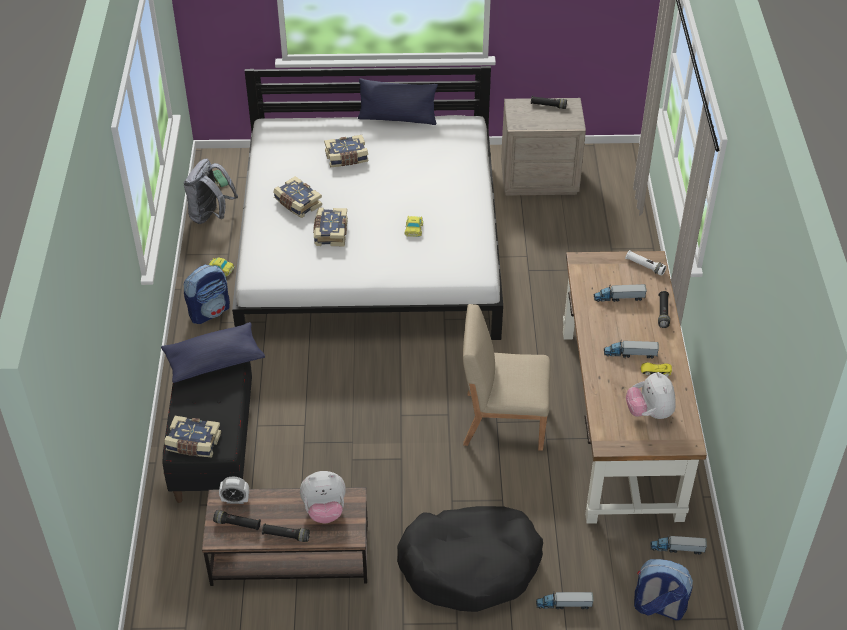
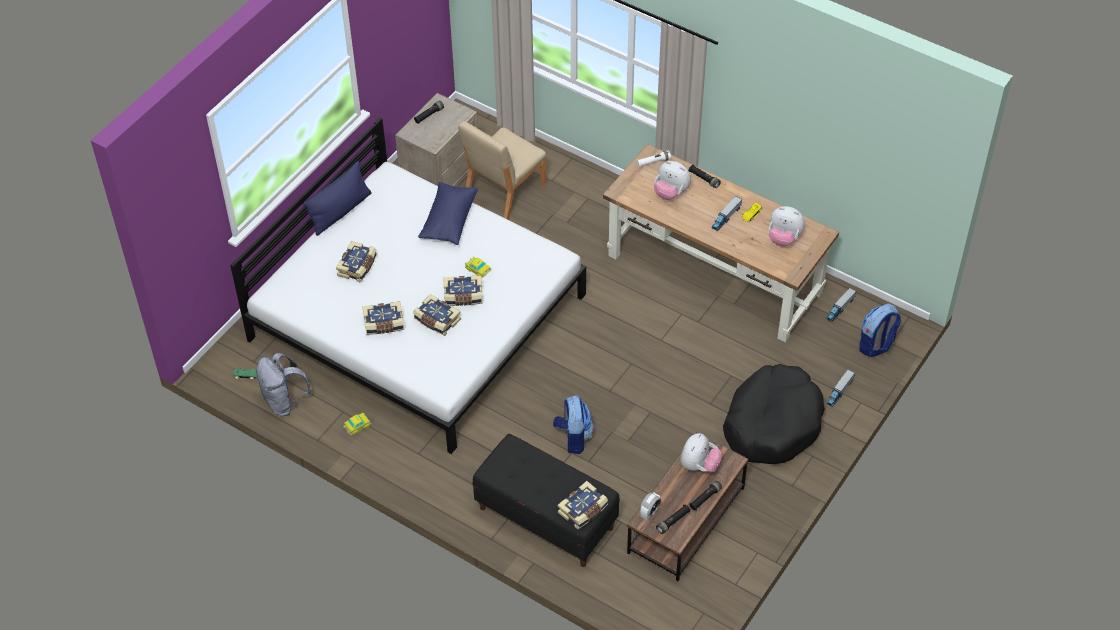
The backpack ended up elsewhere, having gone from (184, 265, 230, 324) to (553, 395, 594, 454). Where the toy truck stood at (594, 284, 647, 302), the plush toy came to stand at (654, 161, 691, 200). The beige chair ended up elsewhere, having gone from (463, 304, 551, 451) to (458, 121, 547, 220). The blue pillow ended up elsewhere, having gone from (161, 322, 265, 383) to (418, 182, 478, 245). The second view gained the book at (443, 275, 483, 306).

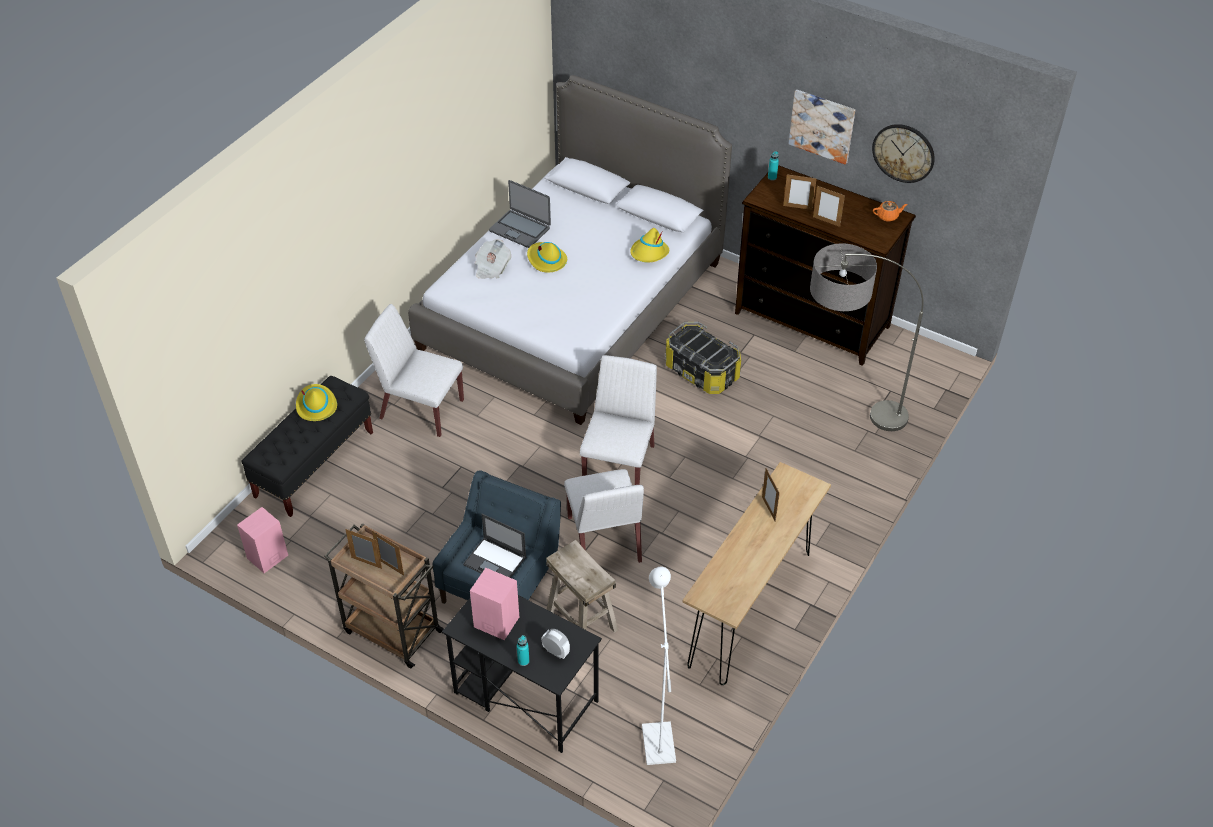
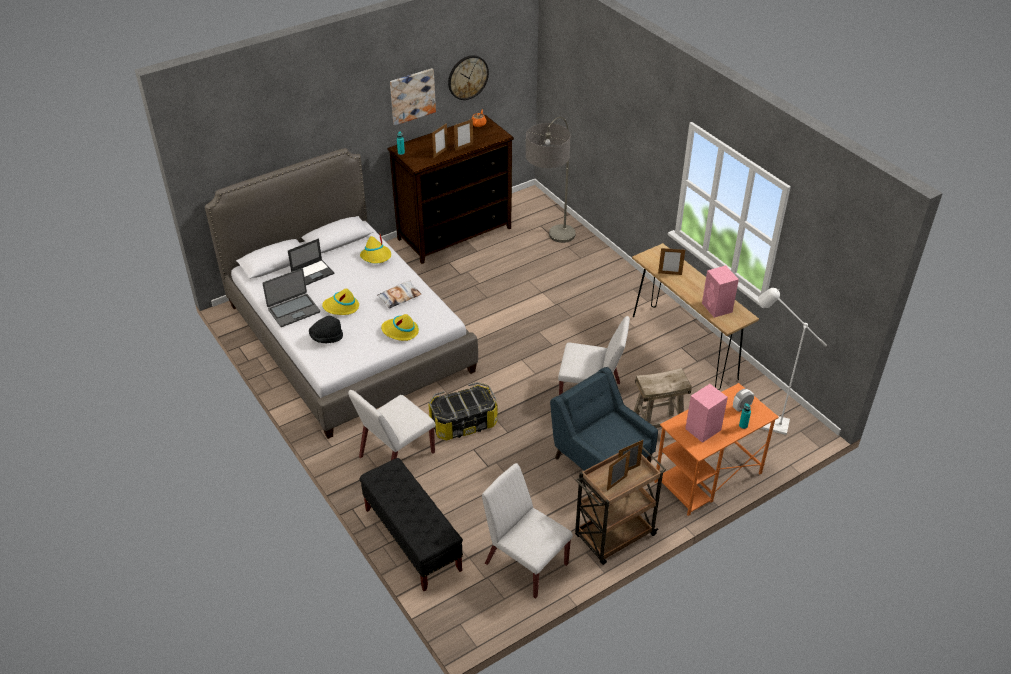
Where the newspaper stood at (475, 239, 511, 279), the black hat came to stand at (309, 316, 343, 343). The storage box ended up elsewhere, having gone from (665, 322, 741, 394) to (428, 382, 498, 440). The white chair ended up elsewhere, having gone from (580, 355, 657, 485) to (482, 463, 573, 599). The yellow hat ended up elsewhere, having gone from (296, 384, 337, 421) to (381, 314, 419, 341). The pink speaker ended up elsewhere, having gone from (237, 507, 288, 573) to (702, 265, 739, 318). The laptop ended up elsewhere, having gone from (463, 514, 526, 578) to (288, 238, 334, 285). What was the black desk at (442, 595, 602, 753) turned into the orange desk at (654, 383, 779, 516). The second view gained the pillow at (377, 281, 421, 309).

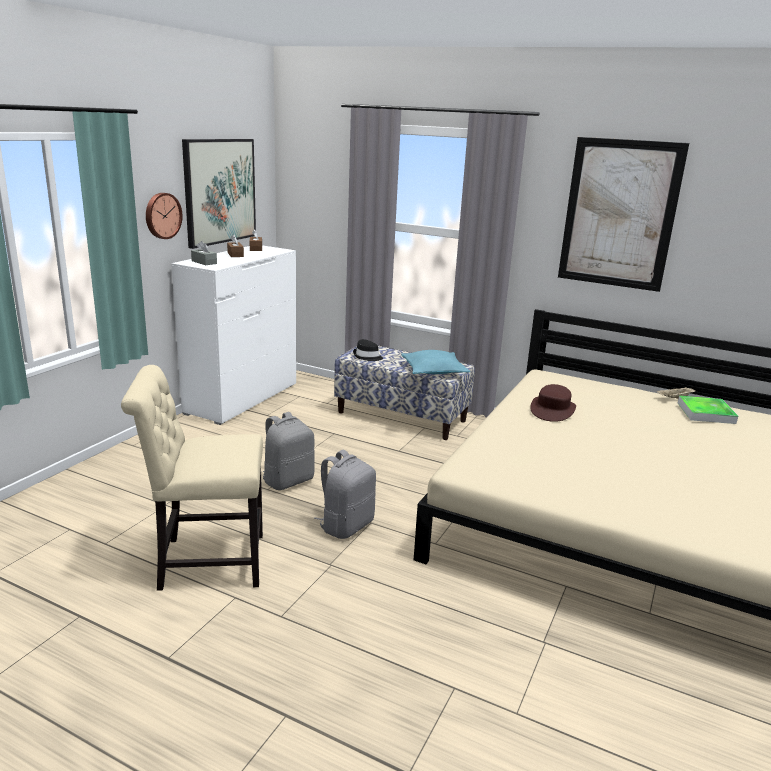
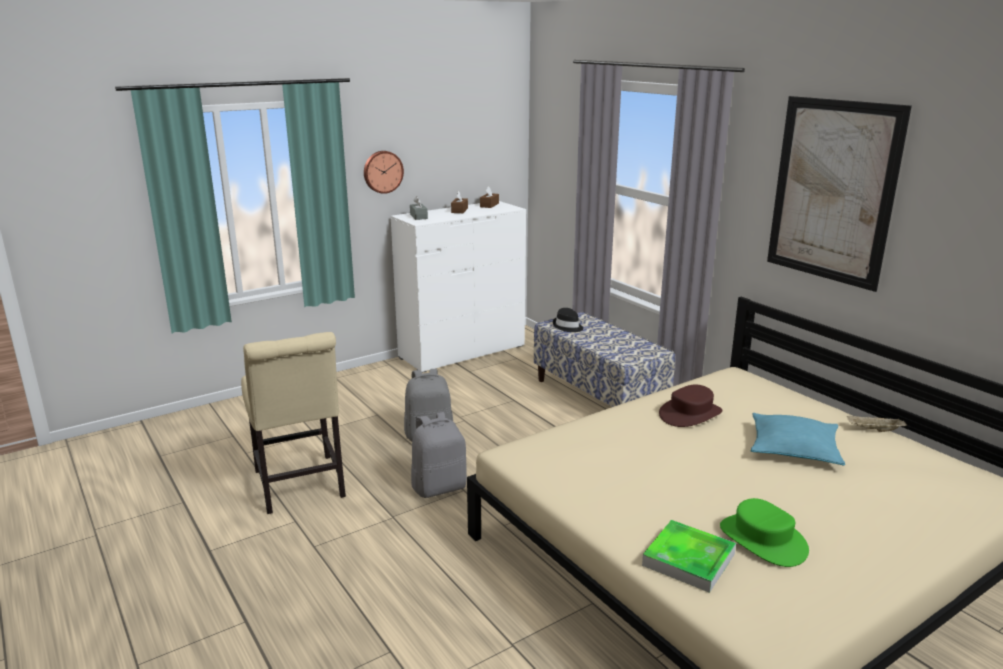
The second view lost the picture at (182, 139, 256, 249). The turquoise pillow ended up elsewhere, having gone from (401, 350, 470, 374) to (751, 413, 845, 466). The beige chair at (121, 365, 263, 591) ended up facing another way, 135 degrees counterclockwise from before. The tray ended up elsewhere, having gone from (678, 396, 738, 424) to (642, 520, 736, 593). The second view gained the green hat at (720, 498, 809, 567).

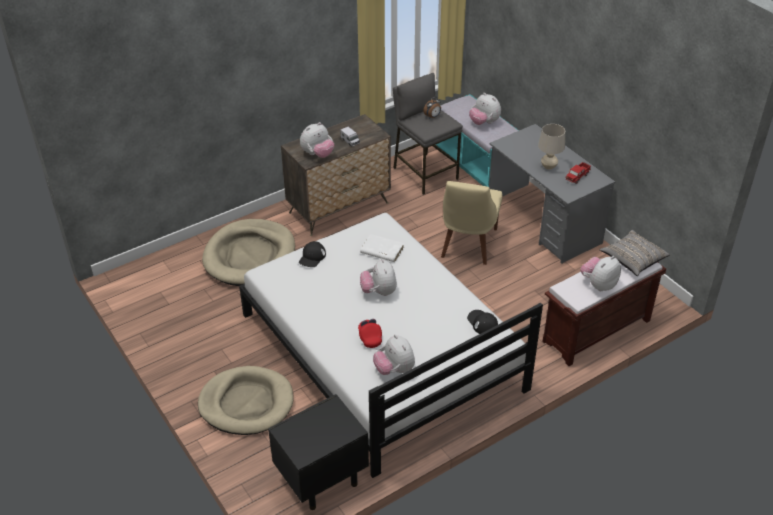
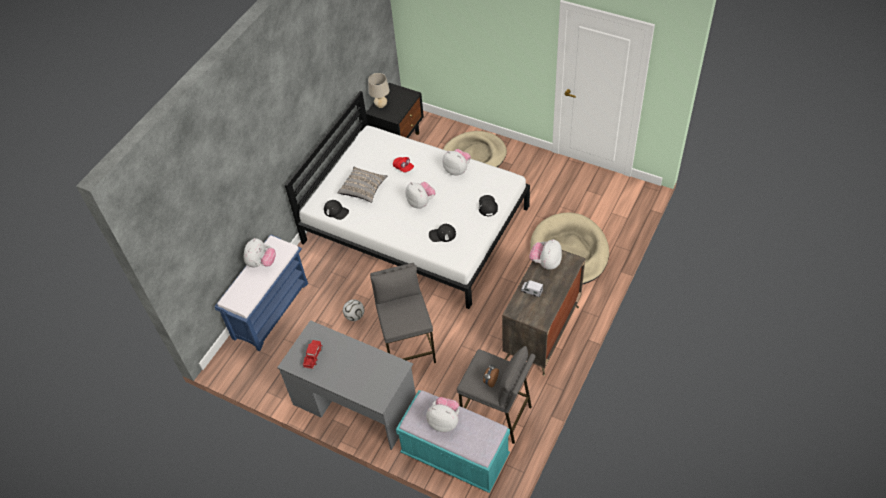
The beige table lamp ended up elsewhere, having gone from (538, 124, 565, 170) to (368, 73, 390, 108). Where the beige chair stood at (441, 181, 502, 265), the grey stool came to stand at (370, 263, 436, 363). The grey pillow ended up elsewhere, having gone from (600, 230, 670, 276) to (337, 167, 387, 203). Where the white book stood at (360, 234, 404, 262), the black cap came to stand at (429, 224, 456, 242). What was the brown bench at (542, 262, 666, 366) turned into the blue bench at (214, 234, 308, 351). The plush toy ended up elsewhere, having gone from (373, 335, 415, 375) to (442, 149, 471, 175). The second view gained the football at (343, 299, 364, 321).

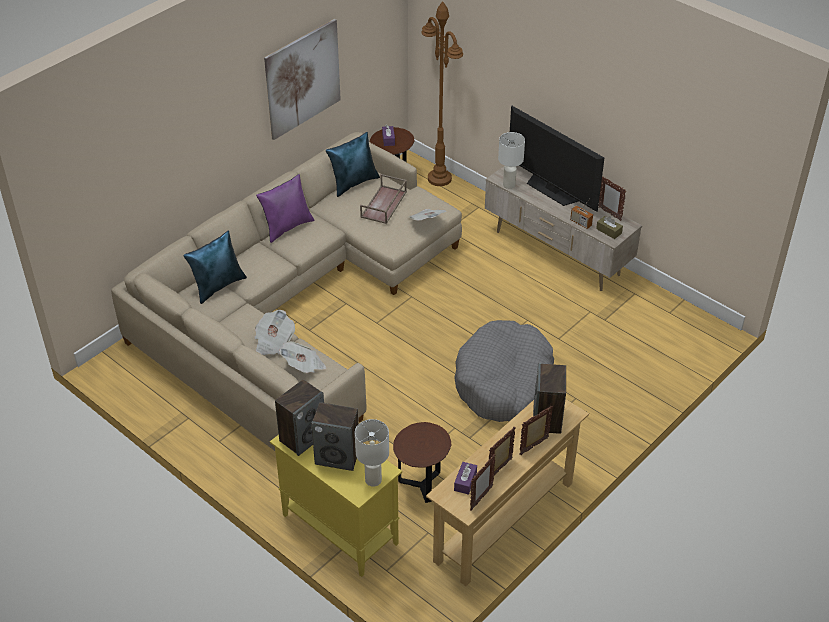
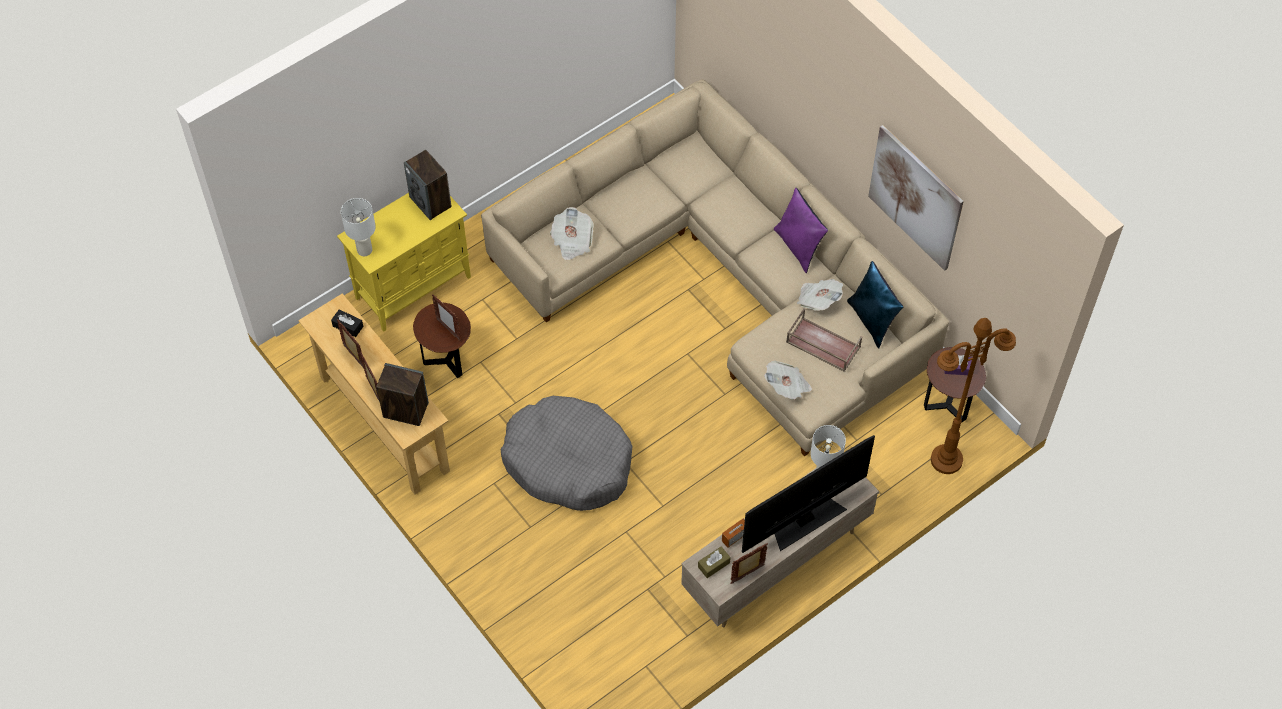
The second view lost the blue pillow at (183, 231, 247, 304). The newspaper ended up elsewhere, having gone from (254, 310, 295, 355) to (797, 279, 843, 311). The second view lost the speaker at (311, 402, 359, 471). The picture frame ended up elsewhere, having gone from (470, 454, 495, 511) to (432, 294, 461, 341). What was the purple tissue box at (454, 462, 477, 495) turned into the black tissue box at (331, 309, 364, 337).

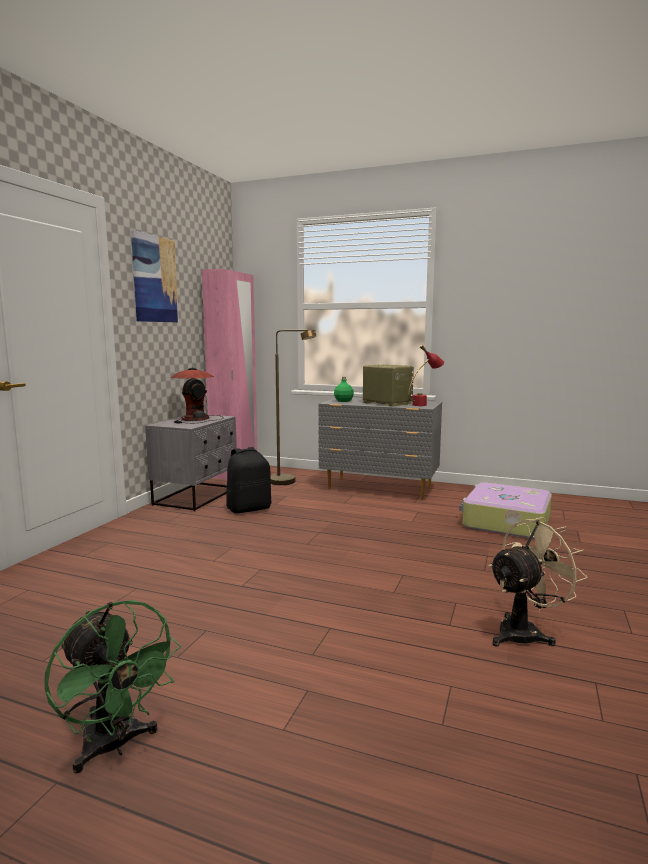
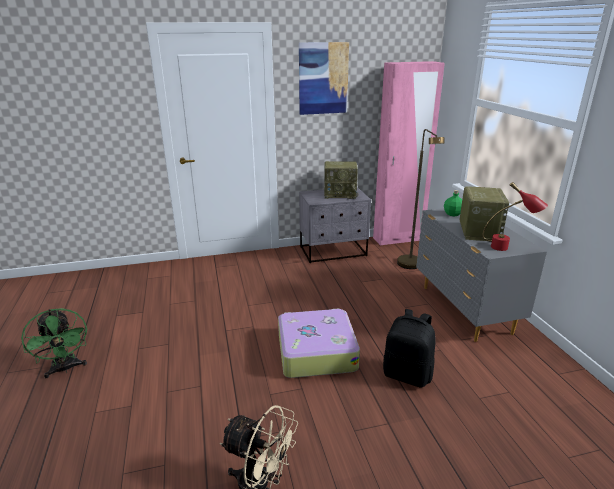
Where the table lamp stood at (171, 368, 224, 423), the radio came to stand at (324, 161, 358, 199). The black backpack ended up elsewhere, having gone from (226, 447, 271, 513) to (383, 309, 435, 388). The suitcase ended up elsewhere, having gone from (459, 482, 552, 539) to (278, 308, 360, 378). The green fan at (45, 600, 181, 773) ended up facing another way, 45 degrees counterclockwise from before.

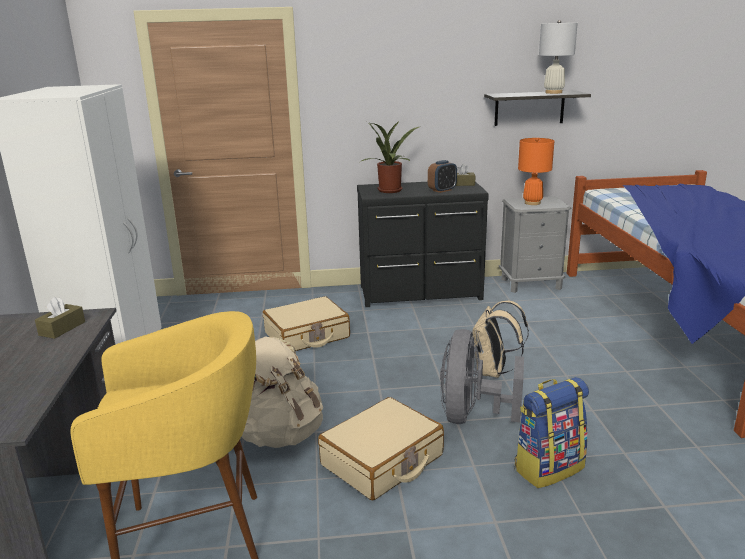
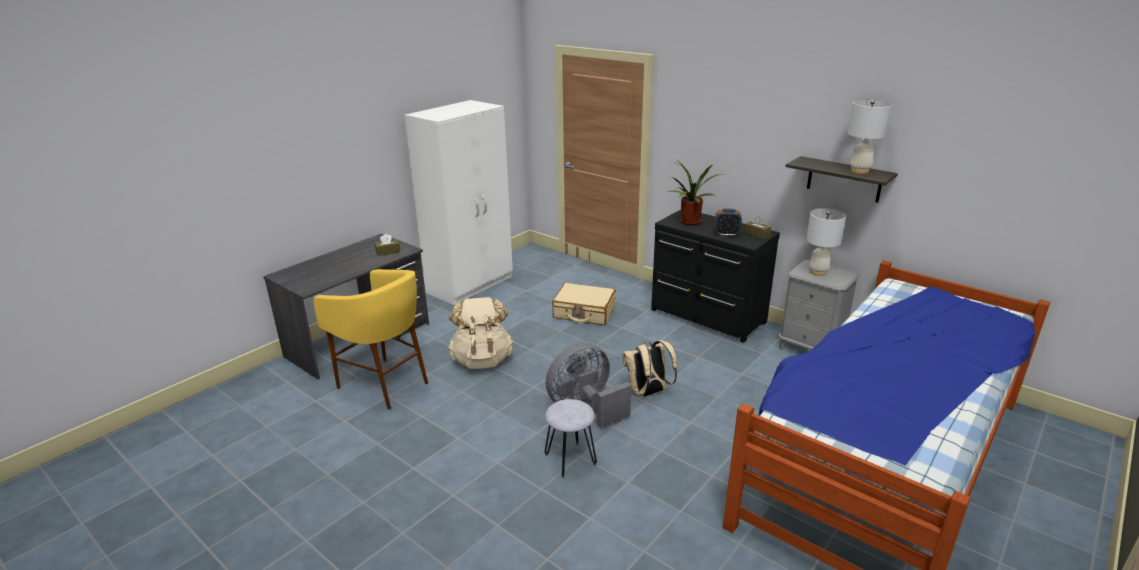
What was the orange table lamp at (518, 138, 554, 205) turned into the white table lamp at (806, 208, 846, 276). Where the backpack stood at (515, 377, 589, 488), the grey stool came to stand at (545, 399, 597, 478). The second view lost the beige suitcase at (318, 397, 444, 500).

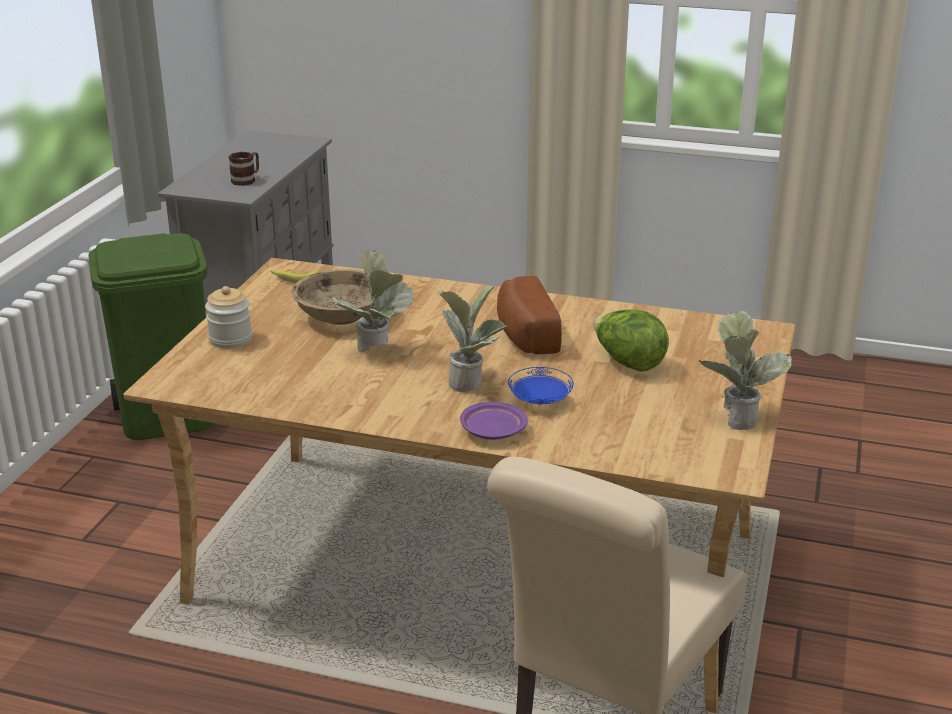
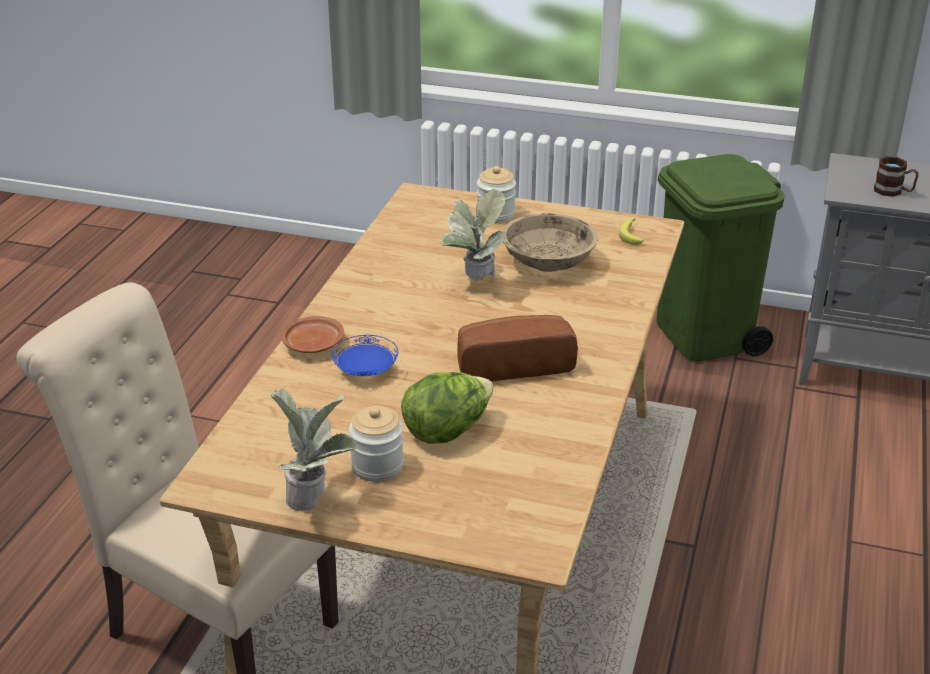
The second view lost the potted plant at (439, 285, 508, 392). What was the purple plate at (460, 402, 528, 440) turned into the brown plate at (281, 316, 344, 353). The second view gained the jar at (349, 406, 404, 482).

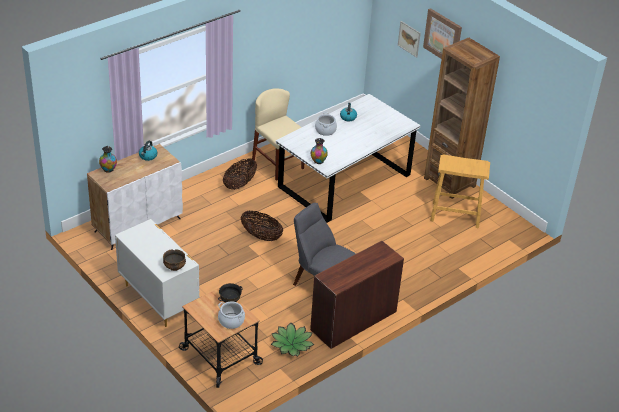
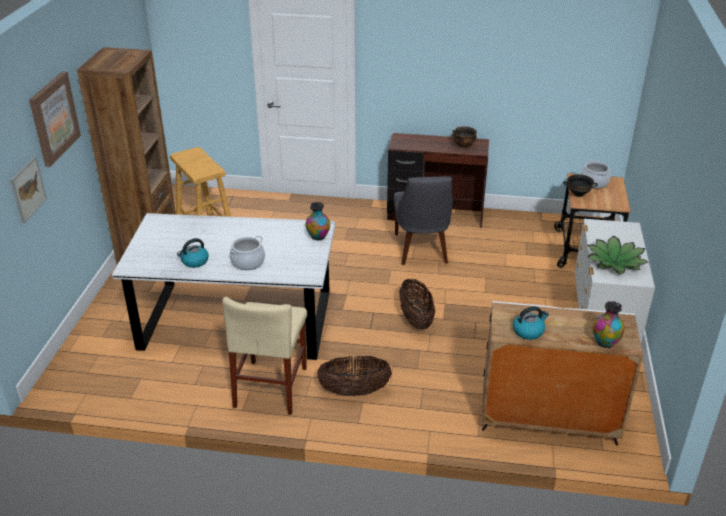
The bowl ended up elsewhere, having gone from (163, 249, 186, 271) to (452, 126, 477, 148). The potted plant ended up elsewhere, having gone from (271, 323, 314, 356) to (588, 236, 649, 274).

